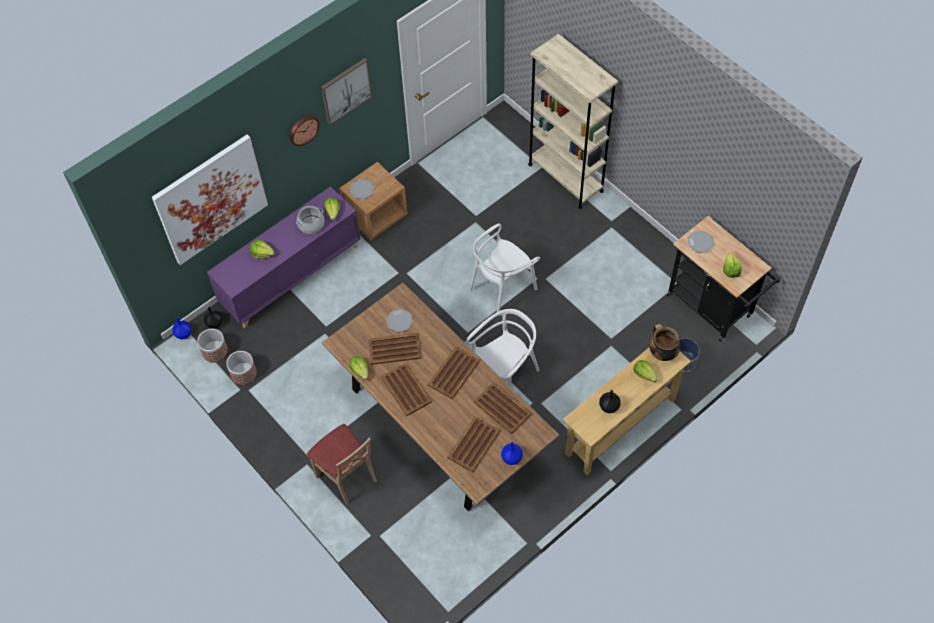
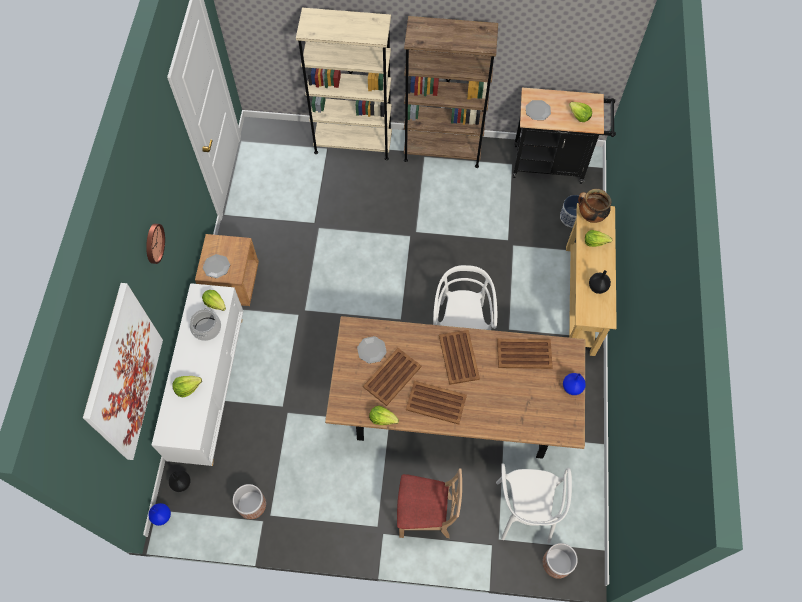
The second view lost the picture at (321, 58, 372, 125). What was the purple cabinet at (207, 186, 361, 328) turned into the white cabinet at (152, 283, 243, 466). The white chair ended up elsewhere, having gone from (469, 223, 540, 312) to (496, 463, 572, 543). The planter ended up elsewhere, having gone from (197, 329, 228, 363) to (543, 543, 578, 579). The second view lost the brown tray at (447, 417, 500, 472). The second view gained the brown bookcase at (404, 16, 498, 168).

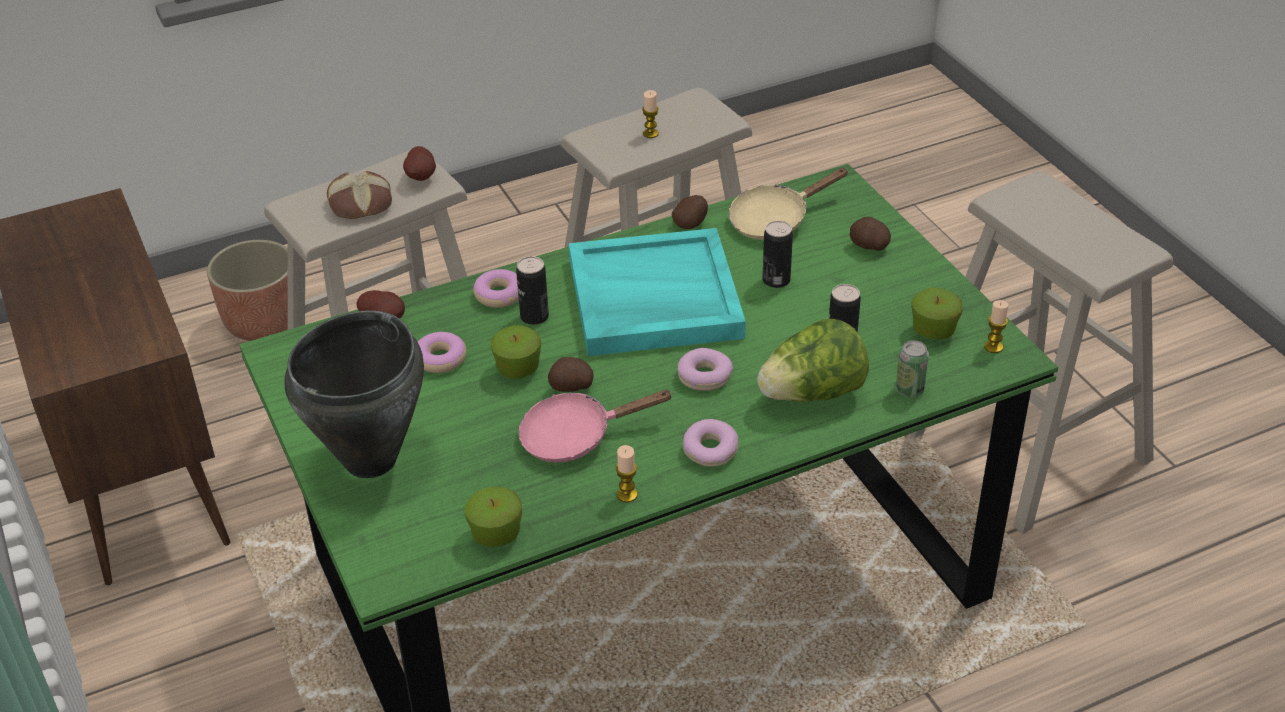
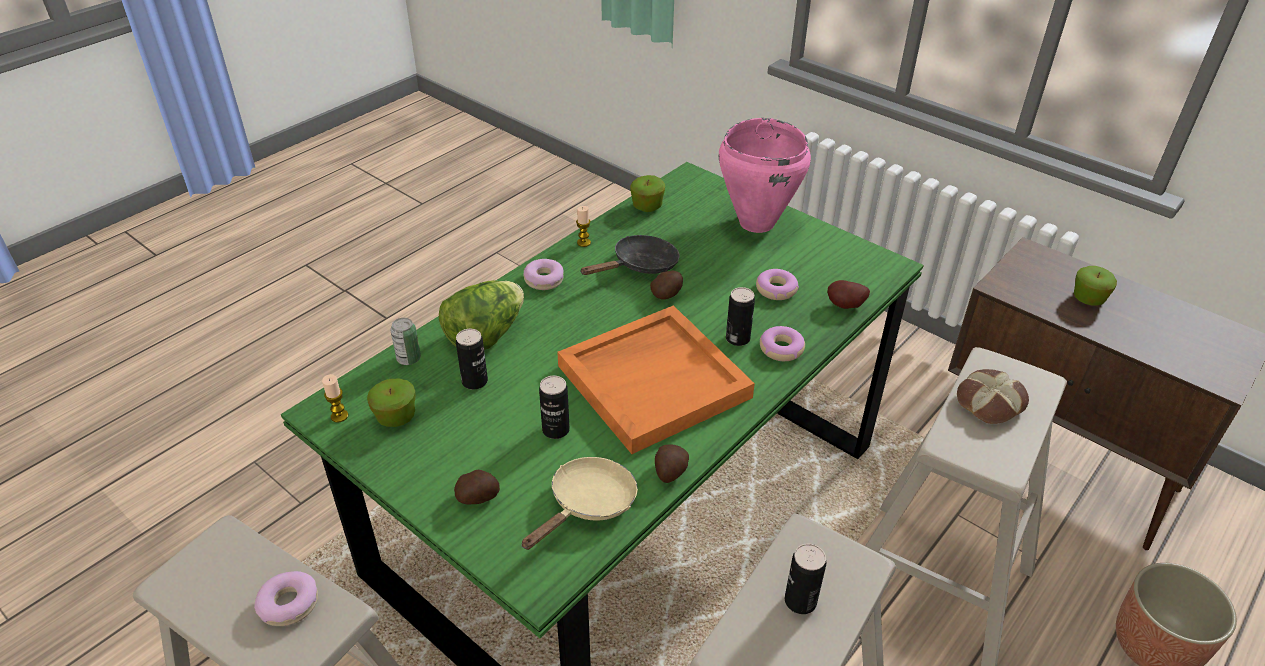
Where the candle stood at (642, 90, 659, 138), the can came to stand at (785, 544, 826, 614). The second view lost the potato at (403, 146, 436, 181). What was the turquoise tray at (569, 228, 746, 356) turned into the orange tray at (557, 305, 755, 454). What was the black cooking pot at (285, 311, 424, 478) turned into the pink cooking pot at (719, 118, 811, 233). The apple ended up elsewhere, having gone from (491, 325, 541, 379) to (1074, 266, 1117, 306). The donut ended up elsewhere, having gone from (678, 348, 733, 391) to (254, 571, 318, 626). What was the pink frying pan at (518, 390, 673, 463) turned into the black frying pan at (580, 235, 680, 275).

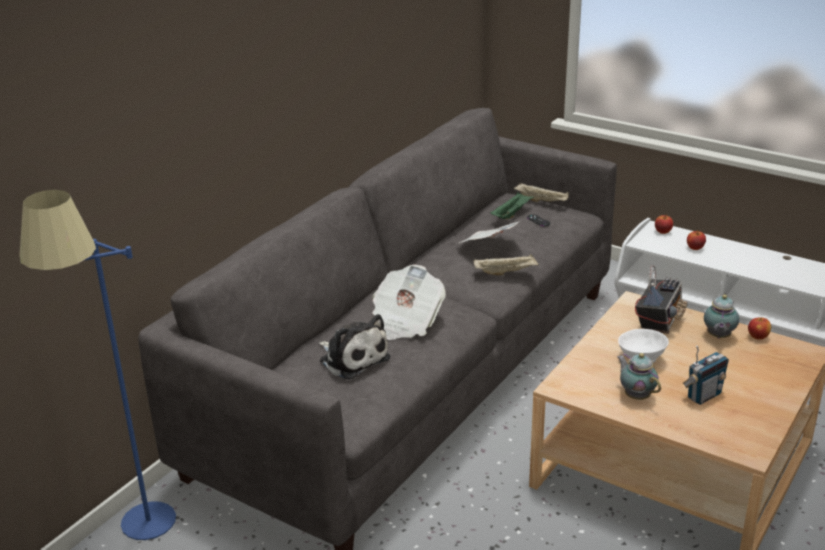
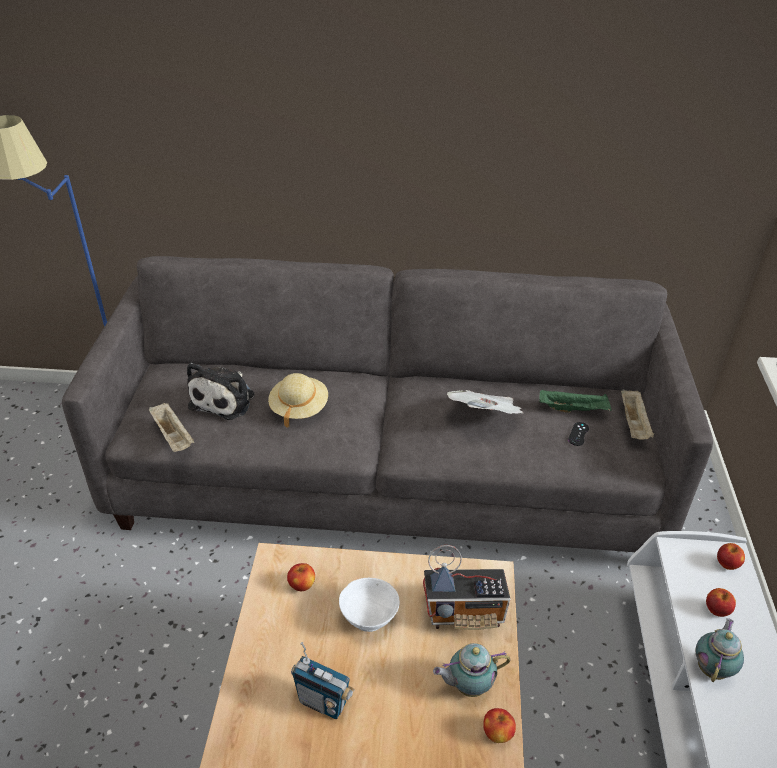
The beige tray ended up elsewhere, having gone from (473, 254, 539, 275) to (149, 403, 194, 452). Where the newspaper stood at (372, 265, 446, 340), the beige hat came to stand at (268, 373, 328, 428). The teapot ended up elsewhere, having gone from (617, 353, 661, 400) to (695, 618, 744, 682). The second view gained the apple at (287, 563, 315, 591).

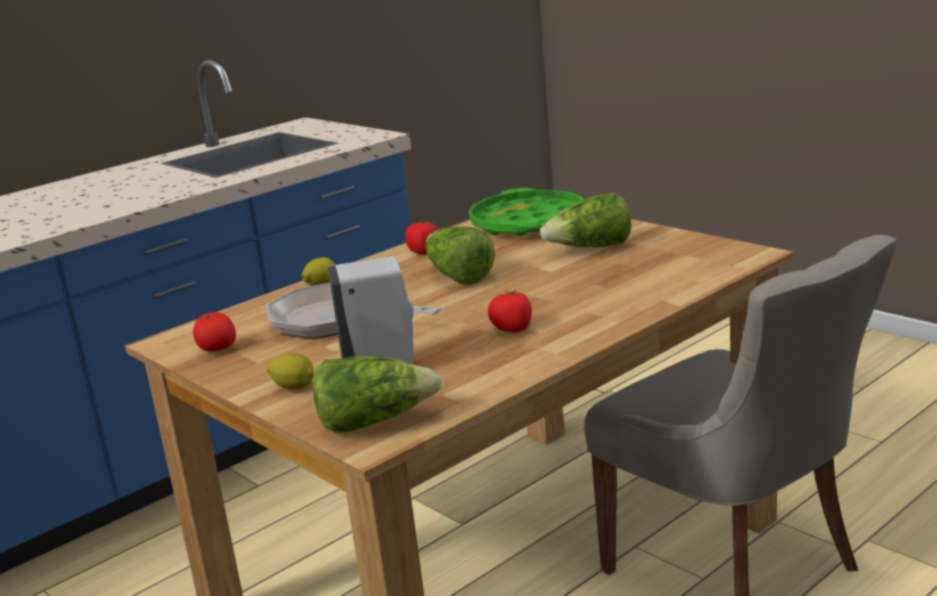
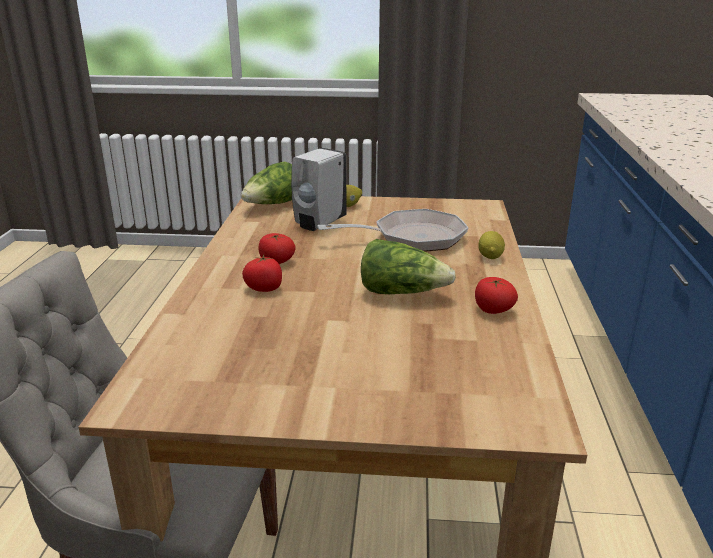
The second view lost the green tray at (469, 188, 583, 236). The second view lost the lettuce at (540, 193, 631, 247). The tomato ended up elsewhere, having gone from (193, 312, 236, 351) to (242, 254, 282, 292).

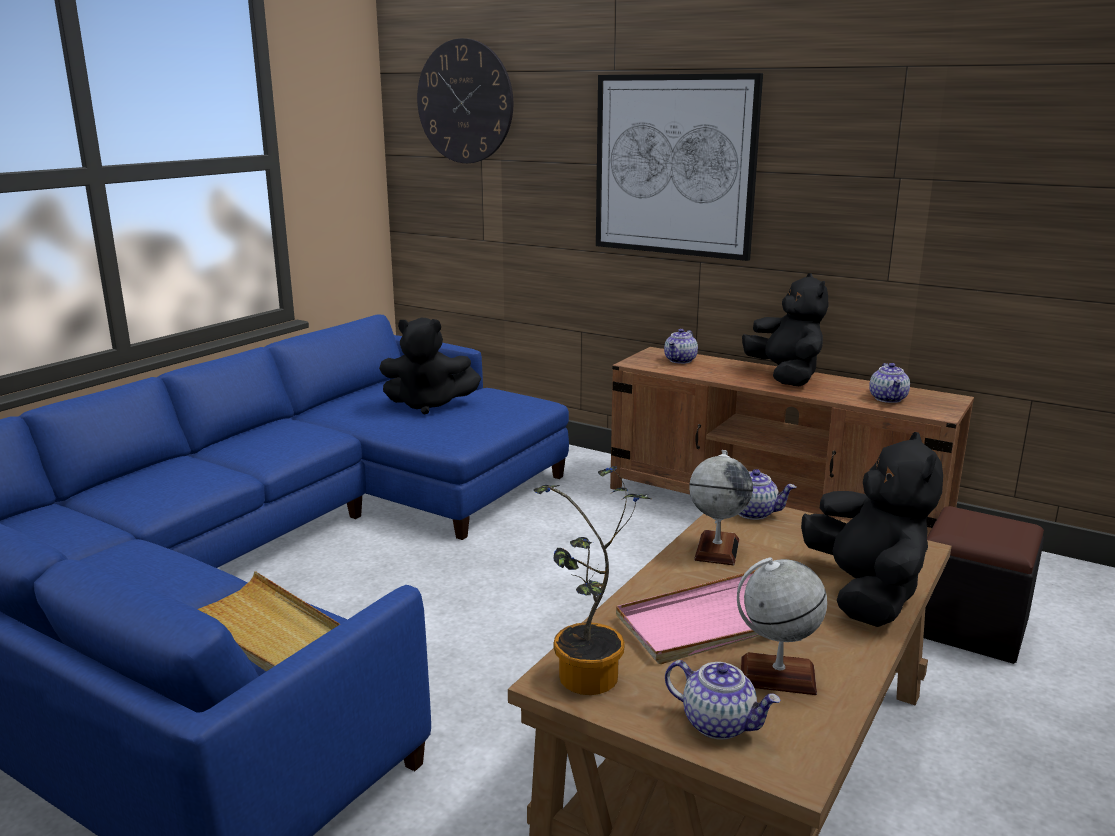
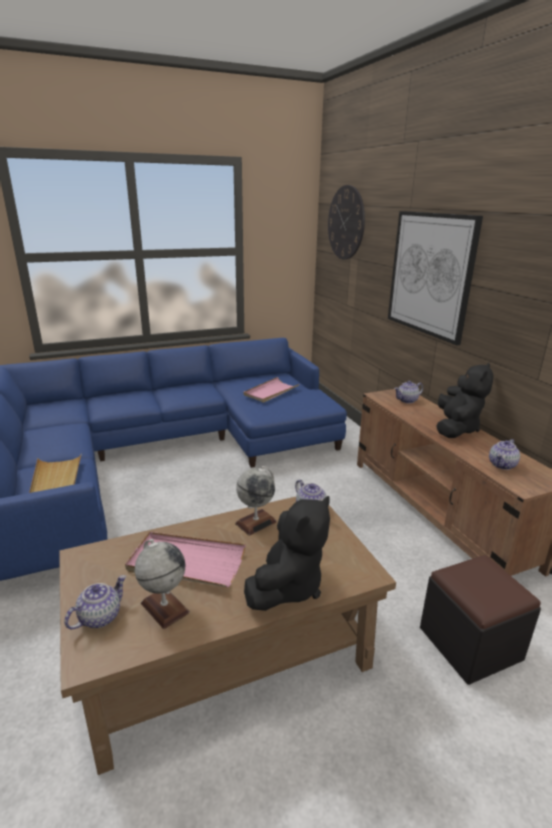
Where the black plush toy stood at (379, 318, 481, 415), the pink tray came to stand at (243, 377, 300, 403). The second view lost the potted plant at (533, 466, 651, 695). The teapot at (665, 660, 781, 740) ended up facing another way, 120 degrees counterclockwise from before.

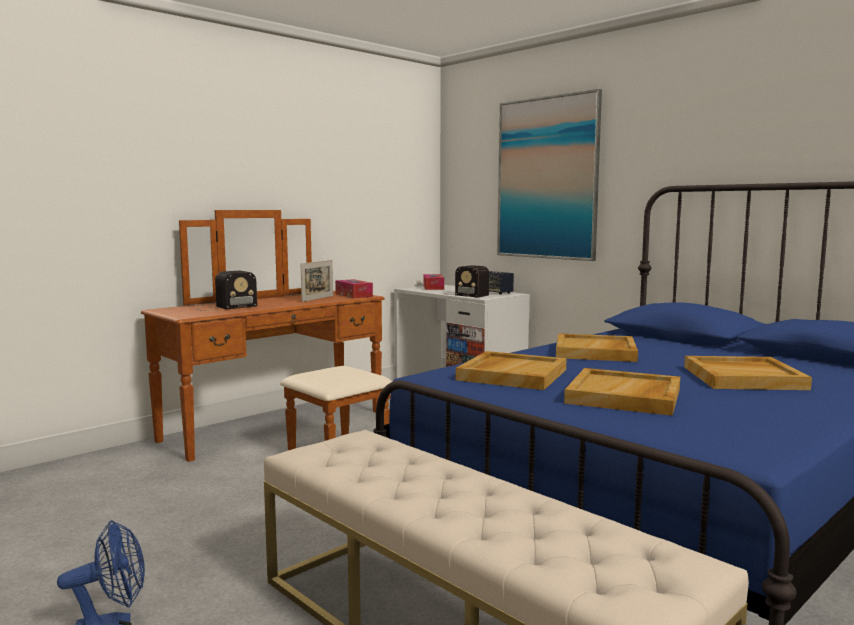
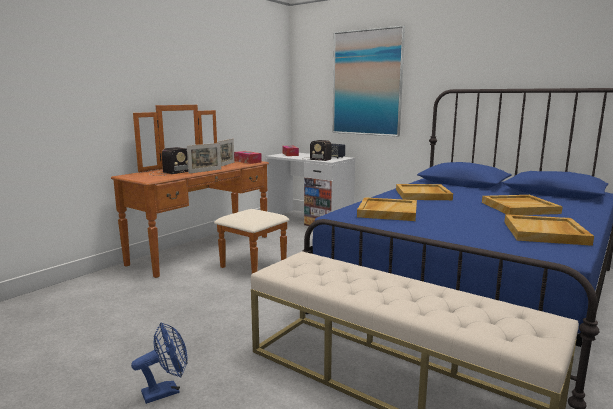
The beige tray ended up elsewhere, having gone from (564, 368, 680, 416) to (504, 214, 594, 246). The second view gained the picture frame at (187, 143, 221, 174).

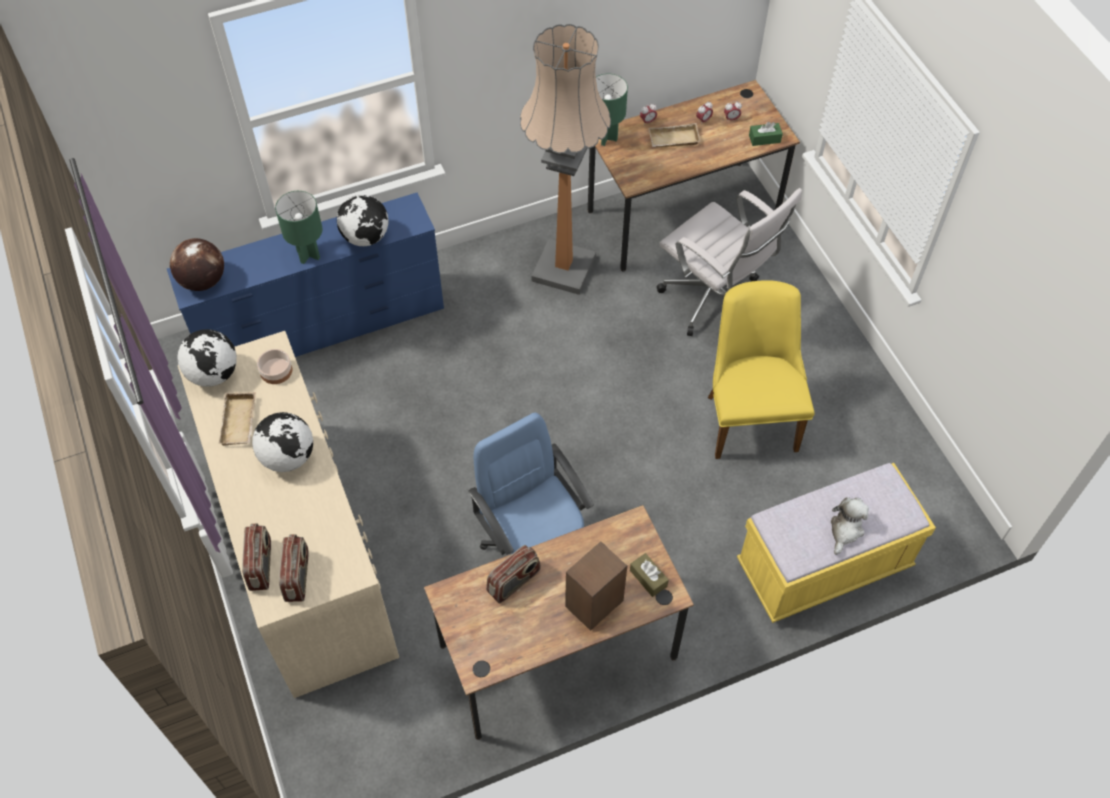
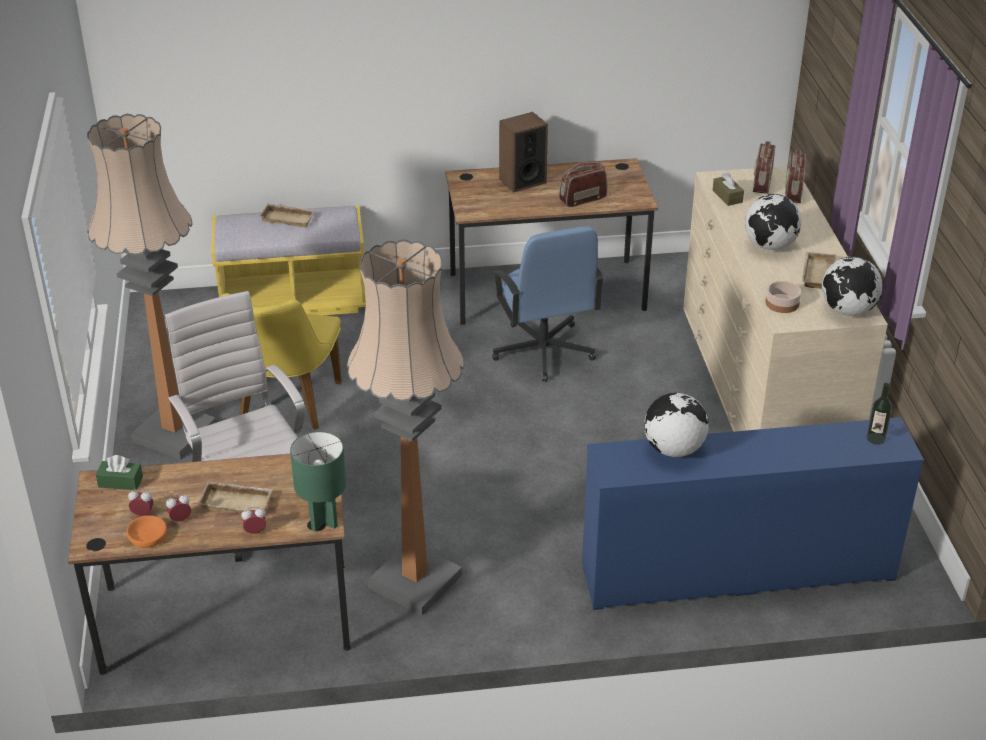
The second view lost the green table lamp at (275, 191, 322, 264). Where the globe stood at (170, 238, 224, 291), the bottle came to stand at (867, 383, 892, 445). Where the plush toy stood at (831, 497, 869, 555), the beige tray came to stand at (259, 204, 315, 227). The brown tissue box ended up elsewhere, having gone from (630, 553, 669, 597) to (712, 172, 744, 206). The second view gained the floor lamp at (87, 114, 216, 460). The second view gained the orange bowl at (126, 515, 167, 548).

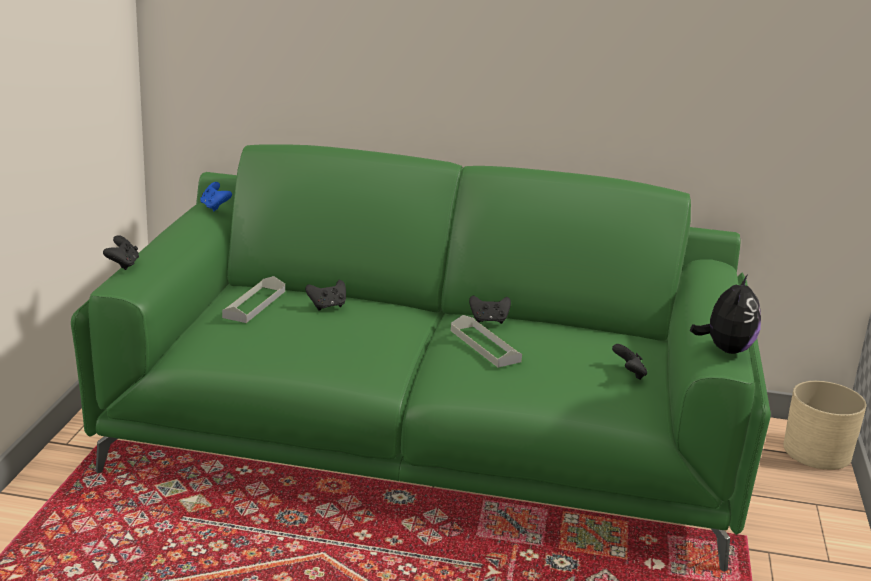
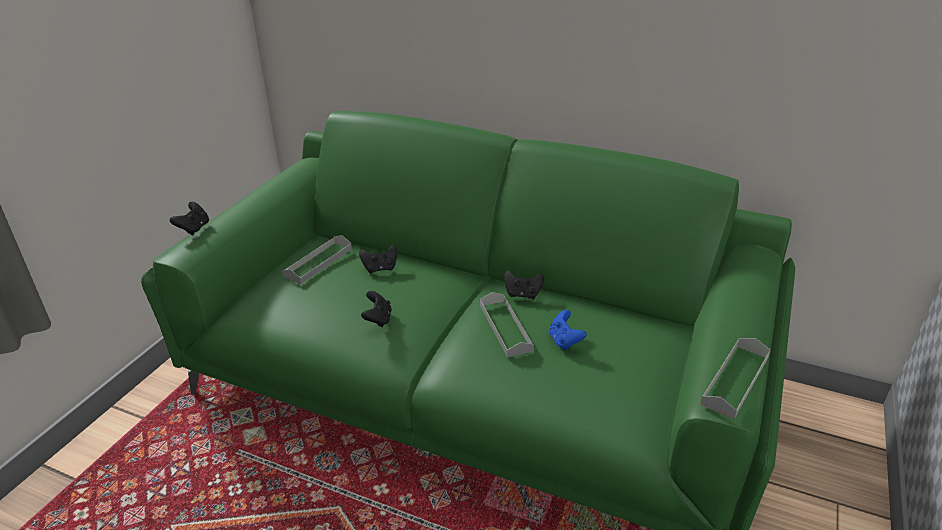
The blue game controller ended up elsewhere, having gone from (200, 182, 232, 212) to (548, 310, 587, 350). Where the plush toy stood at (690, 274, 761, 354), the grey tray came to stand at (700, 338, 771, 419). The black game controller ended up elsewhere, having gone from (612, 344, 647, 380) to (361, 291, 392, 327). The second view lost the beige planter at (783, 381, 867, 470).

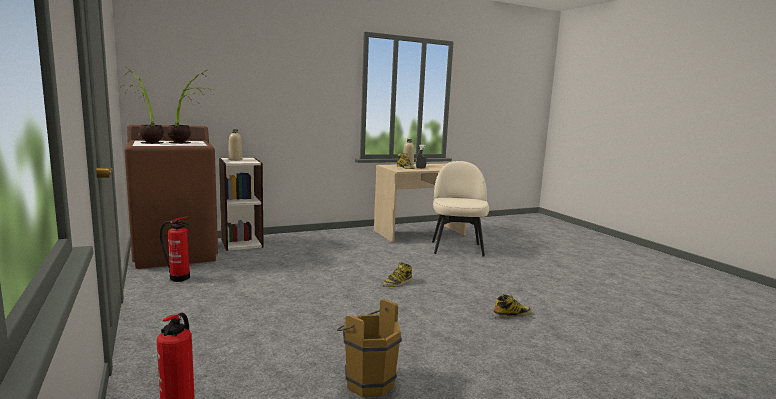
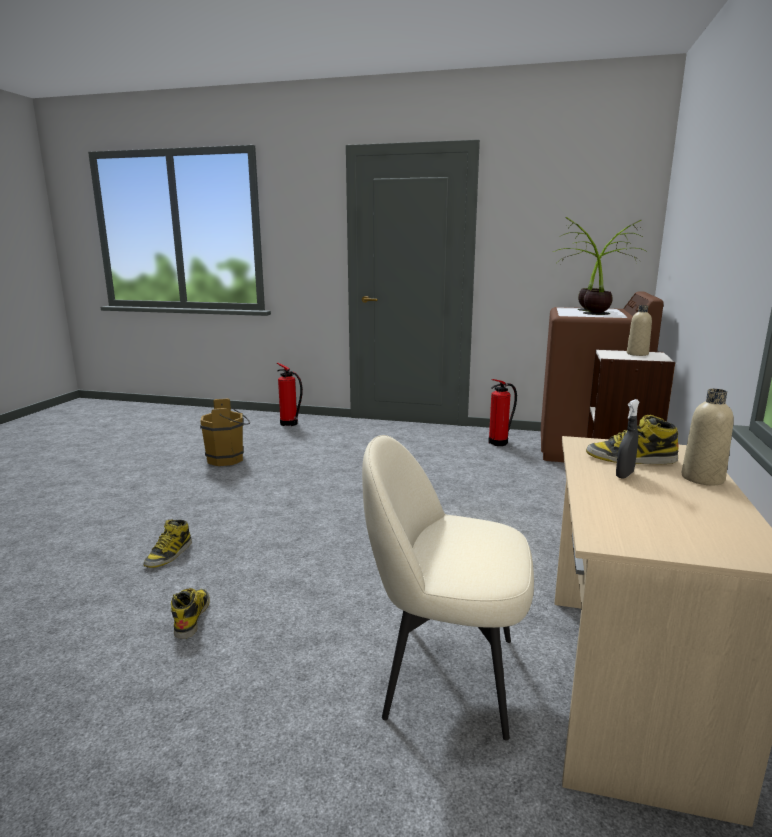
The beige chair at (432, 161, 489, 257) ended up facing another way, 150 degrees clockwise from before. The boot ended up elsewhere, having gone from (382, 262, 412, 287) to (171, 588, 210, 639).

